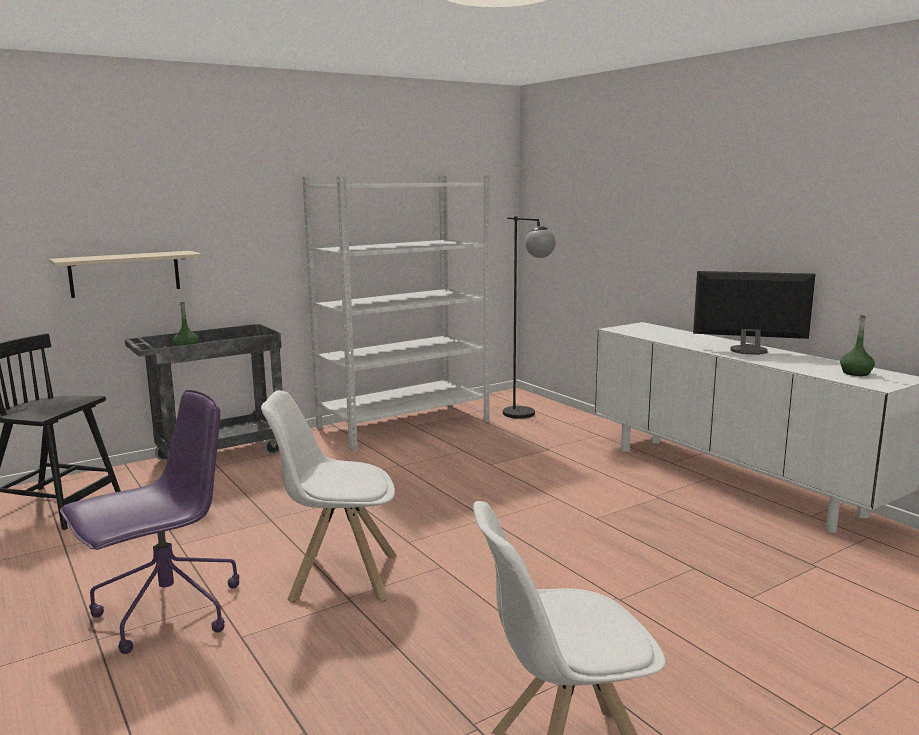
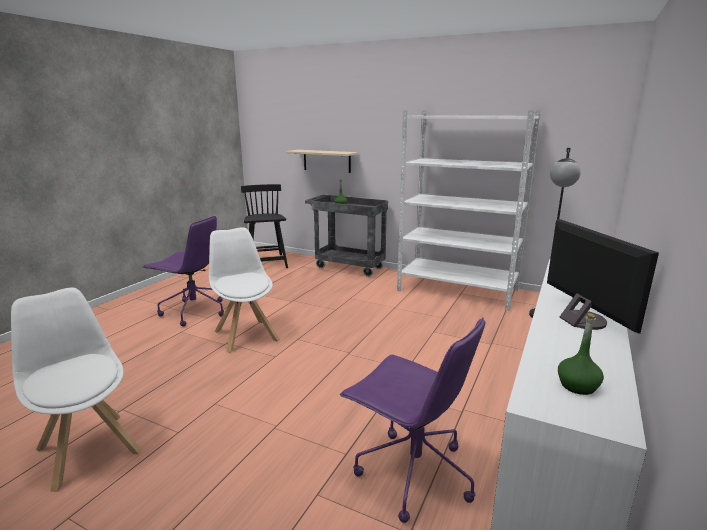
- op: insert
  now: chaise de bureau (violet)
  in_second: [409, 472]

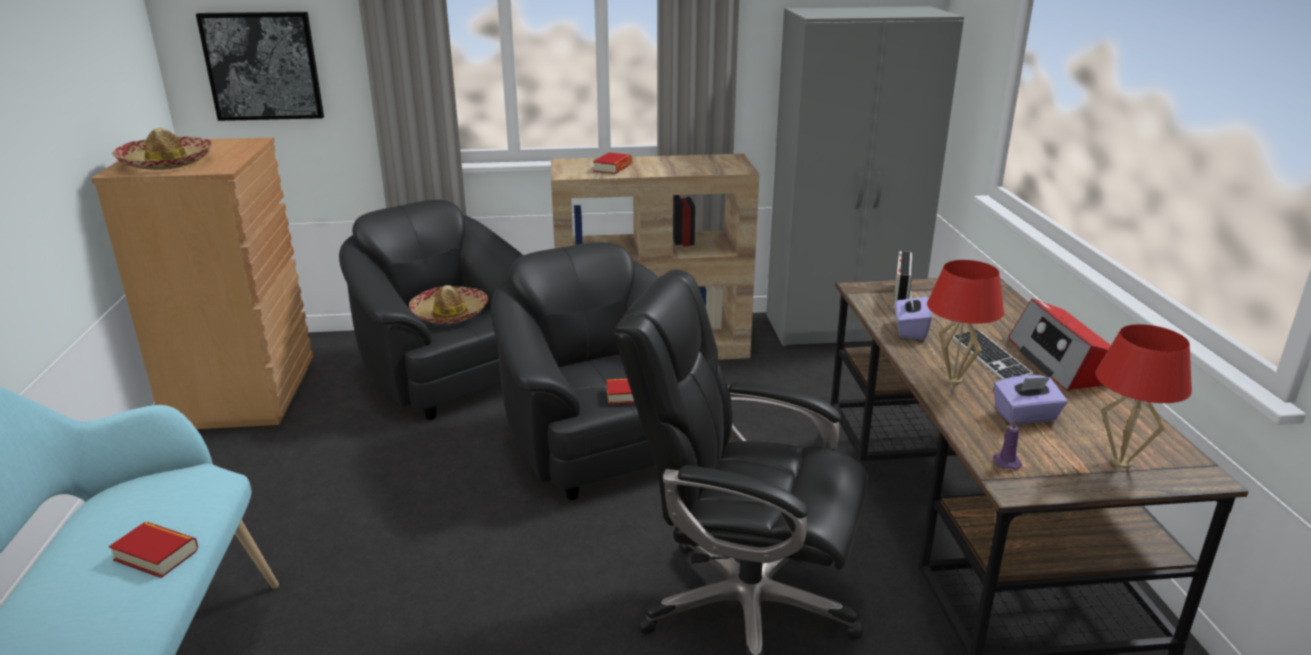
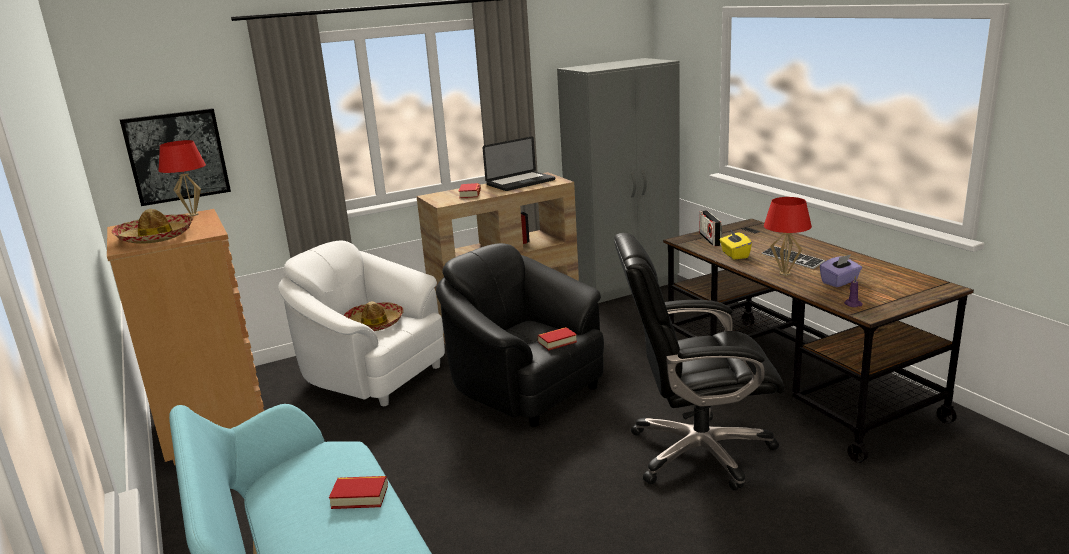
- op: recolor
  was: fauteuil (noir)
  now: fauteuil (blanc)
  in_first: [449, 375]
  in_second: [372, 375]
- op: recolor
  was: boîte à mouchoirs (violet)
  now: boîte à mouchoirs (jaune)
  in_first: [910, 330]
  in_second: [734, 255]
- op: delete
  was: radio
  in_first: [1059, 362]
- op: move
  was: lampe de table (rouge)
  in_first: [1121, 462]
  in_second: [193, 215]
- op: insert
  now: ordinateur portable
  in_second: [520, 182]

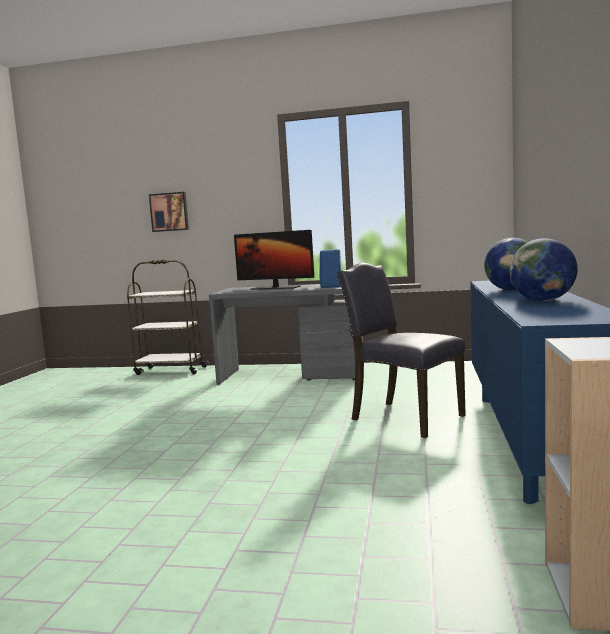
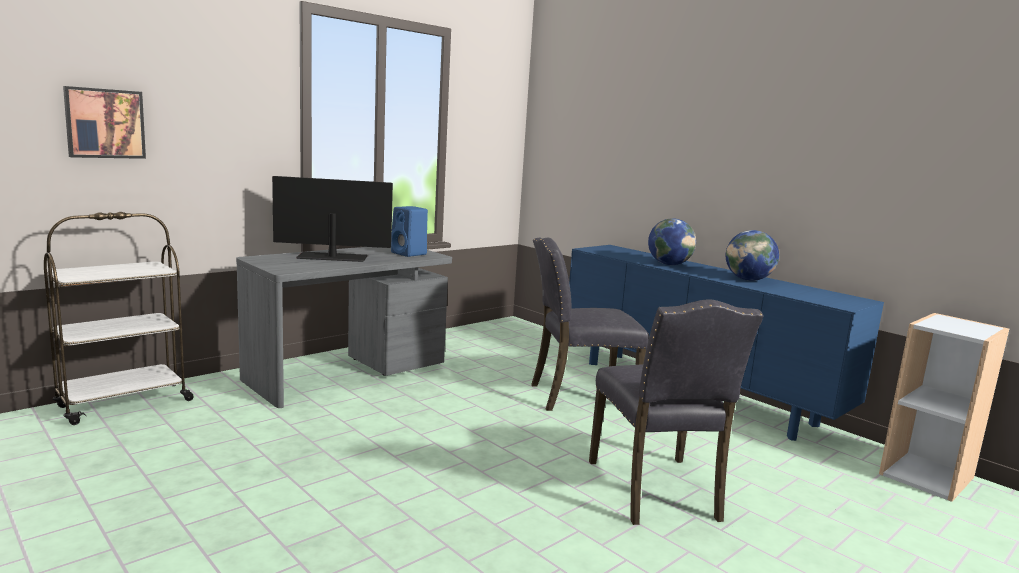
- op: rotate
  was: écran d'ordinateur
  in_first: [275, 288]
  in_second: [332, 257]
  clockwise: -150
- op: insert
  now: chaise (gris)
  in_second: [656, 491]

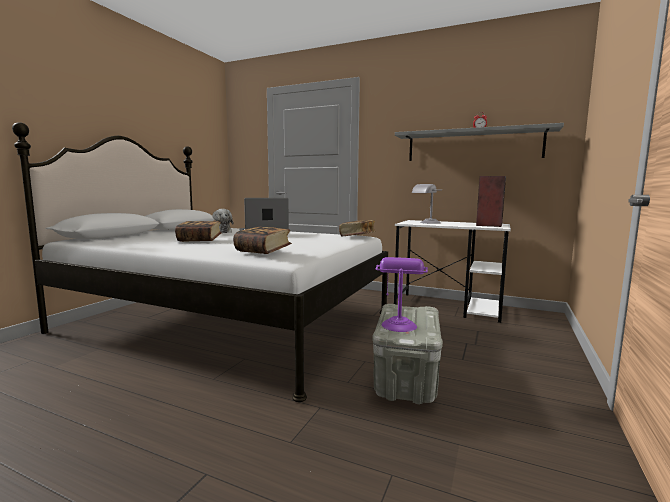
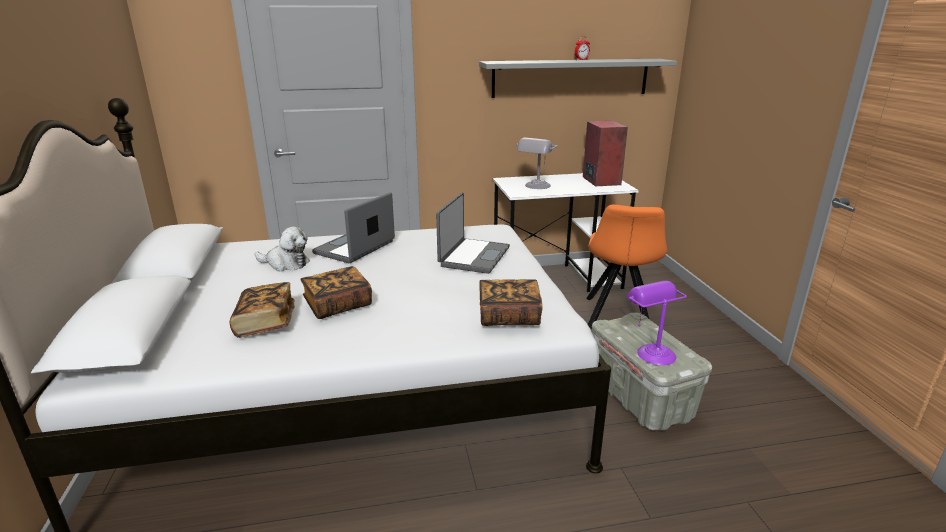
- op: move
  was: livre
  in_first: [357, 236]
  in_second: [265, 323]
- op: insert
  now: ordinateur portable
  in_second: [473, 256]
- op: insert
  now: chaise (orange)
  in_second: [618, 316]

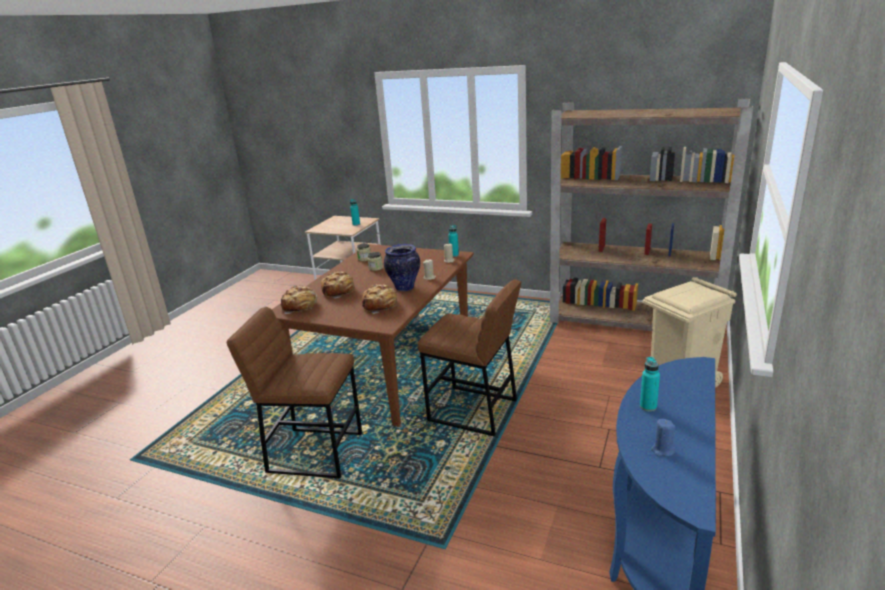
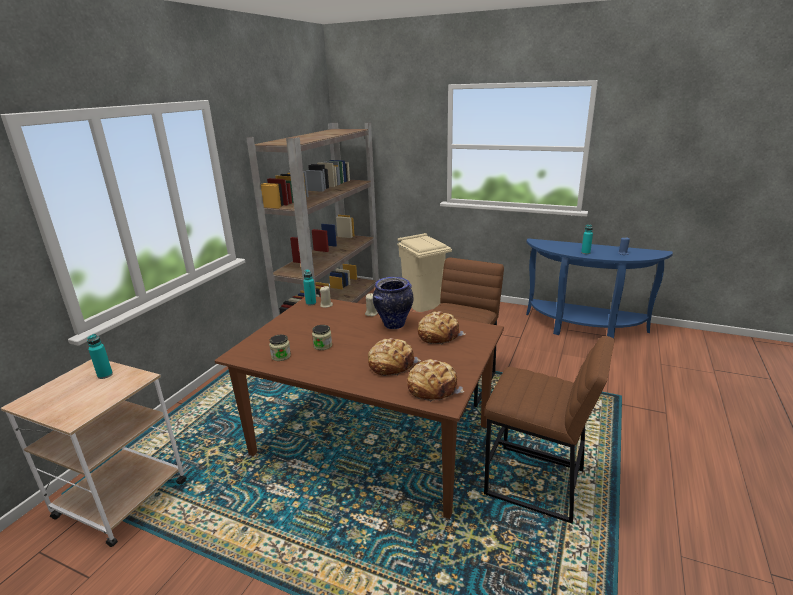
- op: rotate
  was: chaise (marron)
  in_first: [313, 452]
  in_second: [537, 483]
  clockwise: -75

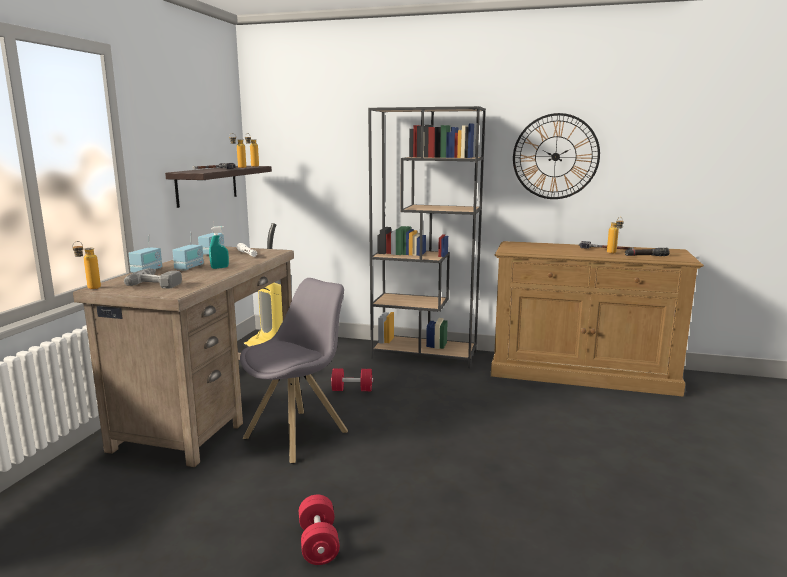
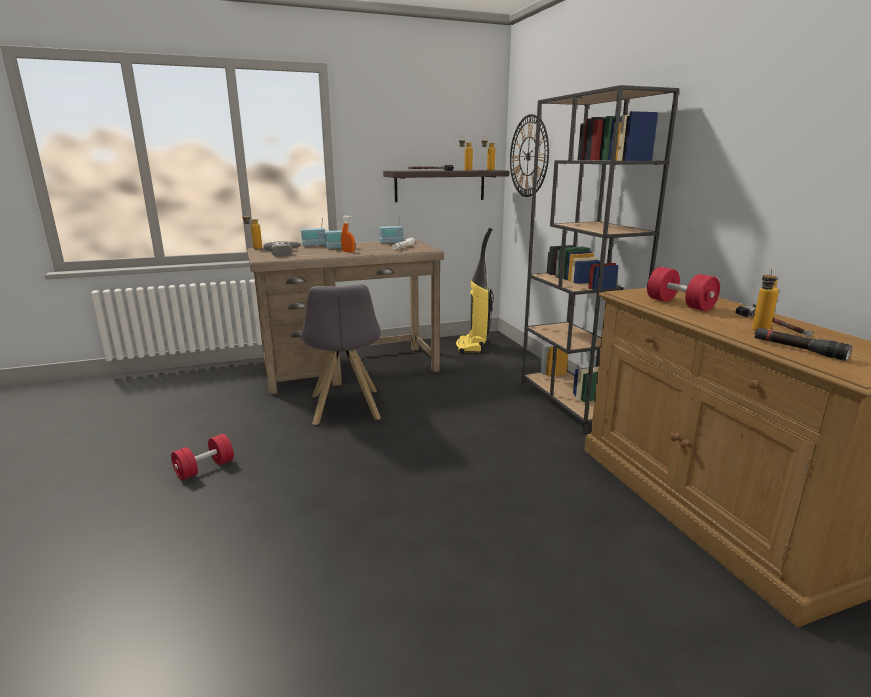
- op: recolor
  was: vaporisateur (turquoise)
  now: vaporisateur (orange)
  in_first: [220, 268]
  in_second: [348, 252]
- op: rotate
  was: chaise (gris)
  in_first: [297, 435]
  in_second: [345, 407]
  clockwise: 75
- op: move
  was: haltère (rouge)
  in_first: [352, 390]
  in_second: [680, 304]
- op: move
  was: horloge murale
  in_first: [555, 156]
  in_second: [528, 156]

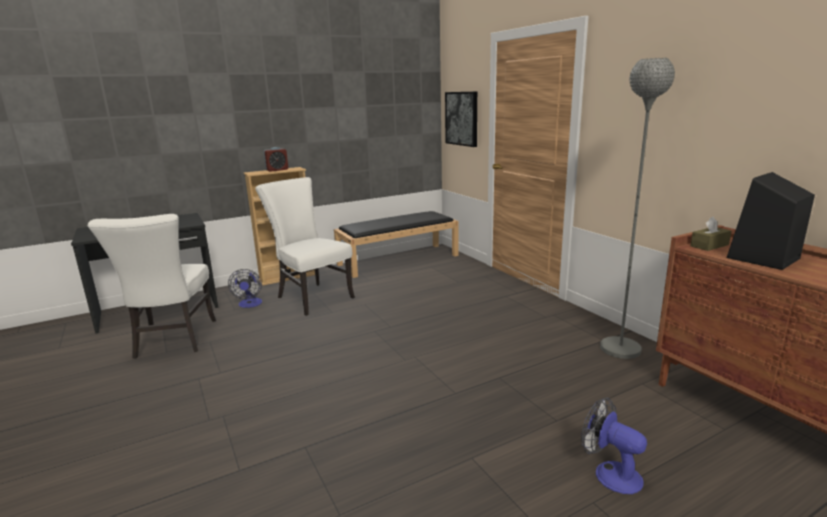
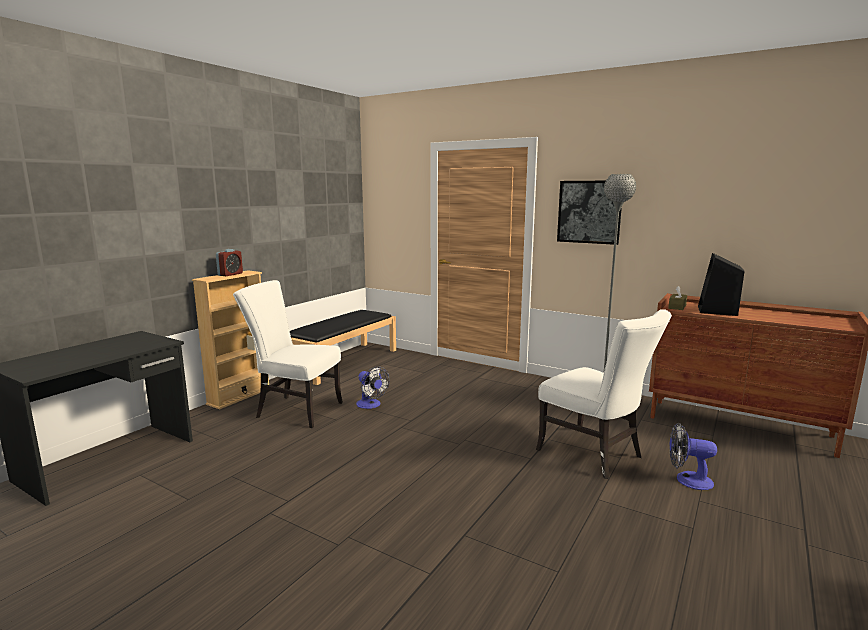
- op: move
  was: chaise (blanc)
  in_first: [173, 341]
  in_second: [595, 454]
- op: move
  was: ventilateur
  in_first: [249, 304]
  in_second: [371, 405]
- op: move
  was: tableau
  in_first: [462, 118]
  in_second: [589, 212]

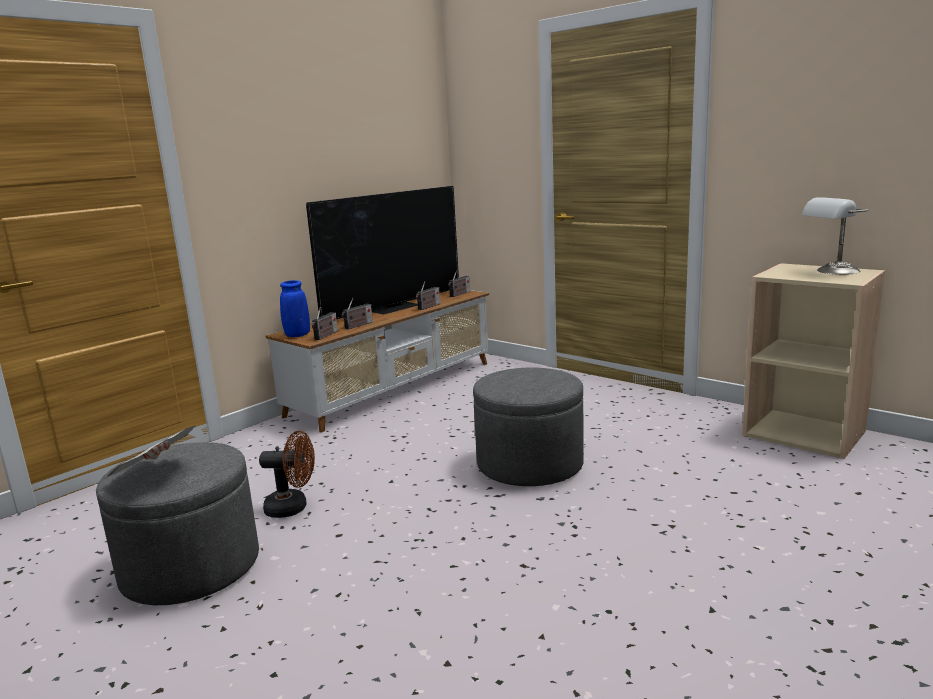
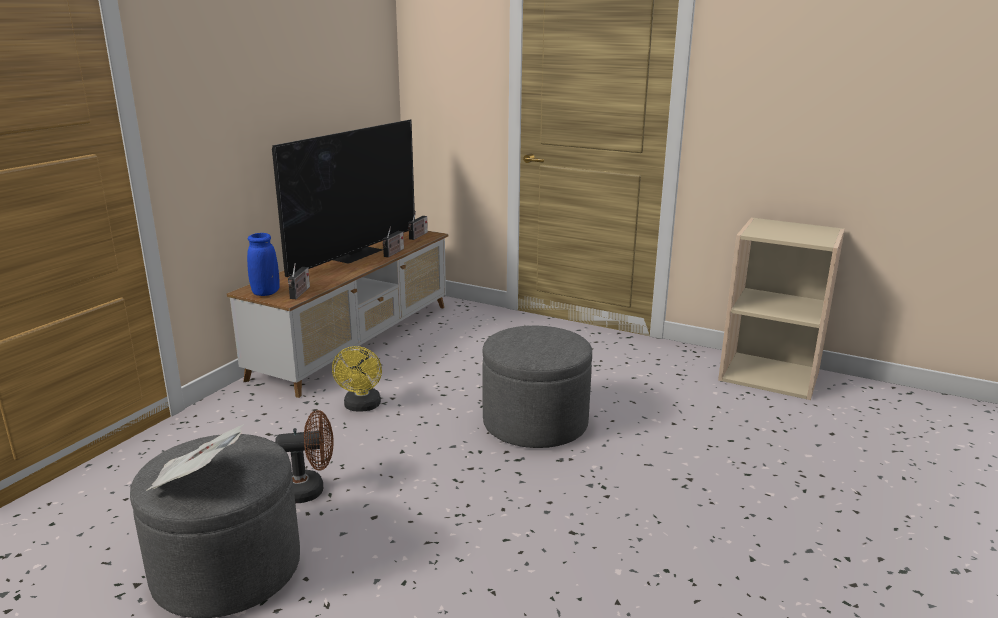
- op: delete
  was: radio
  in_first: [358, 326]
- op: delete
  was: lampe de table (blanc)
  in_first: [832, 272]
- op: insert
  now: ventilateur (jaune)
  in_second: [362, 407]

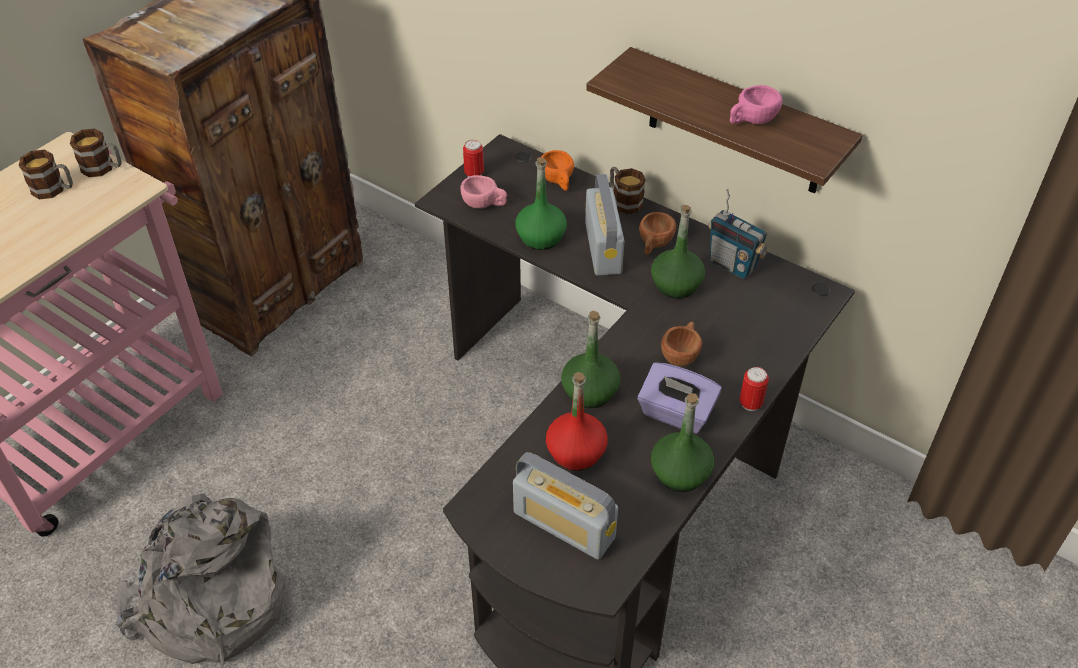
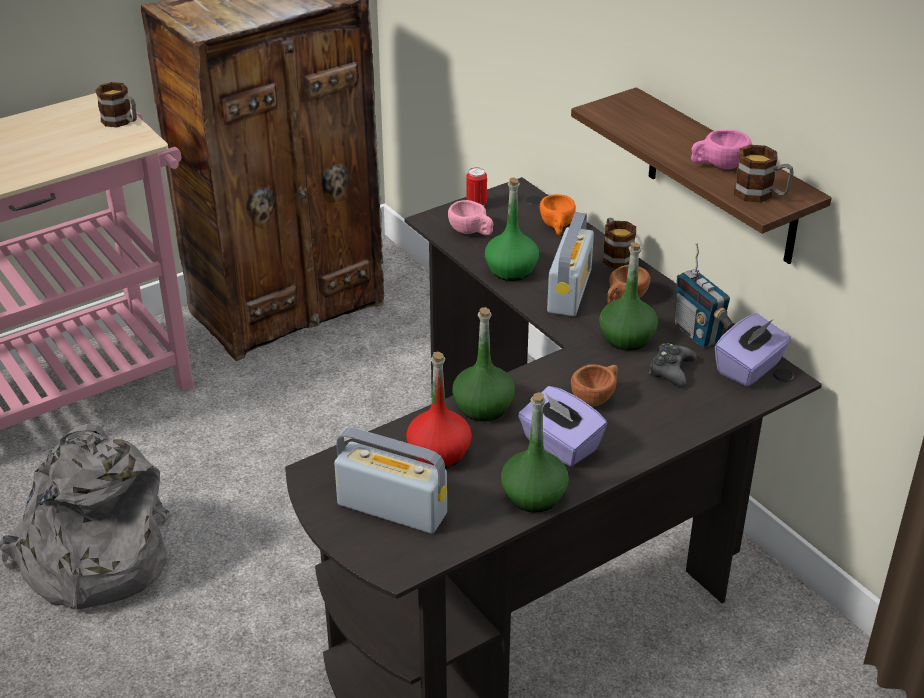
- op: move
  was: mug
  in_first: [54, 190]
  in_second: [761, 195]
- op: rotate
  was: radio
  in_first: [564, 525]
  in_second: [391, 509]
  clockwise: 150
- op: delete
  was: boîte métallique
  in_first: [750, 403]
- op: insert
  now: manette (noir)
  in_second: [671, 370]
- op: insert
  now: boîte à mouchoirs (violet)
  in_second: [749, 368]

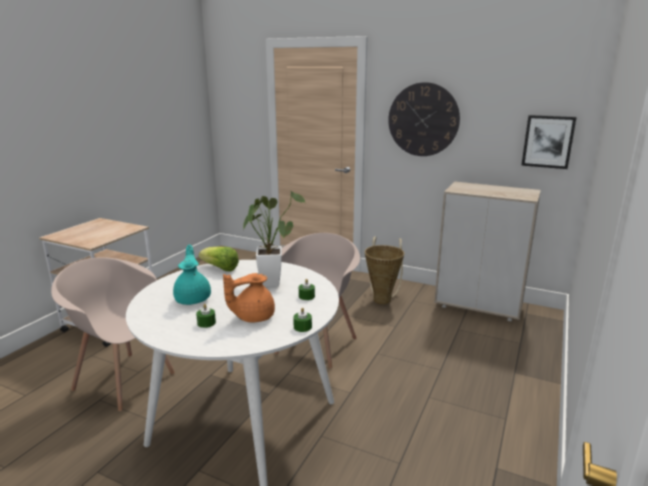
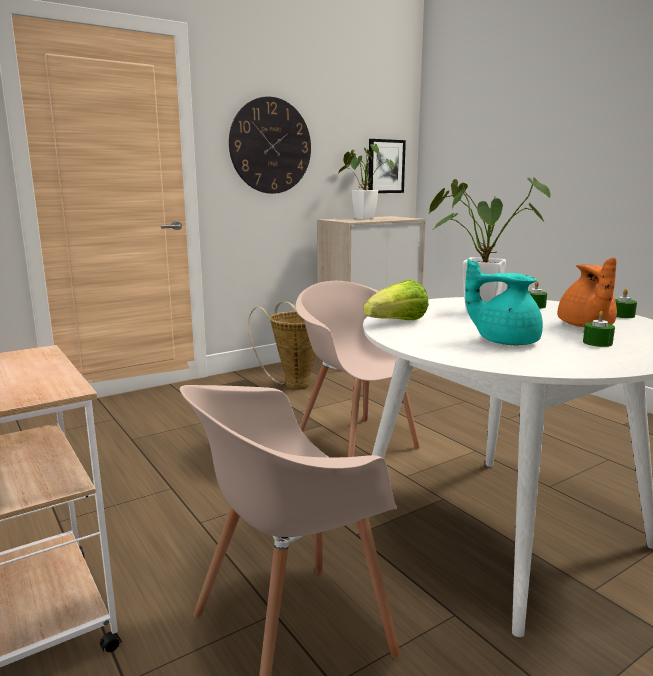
- op: insert
  now: plante en pot
  in_second: [361, 218]

